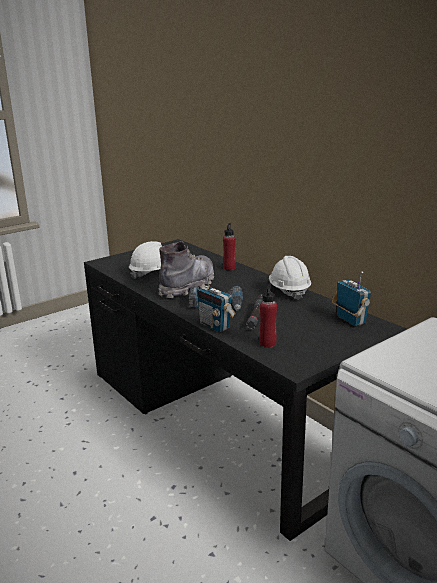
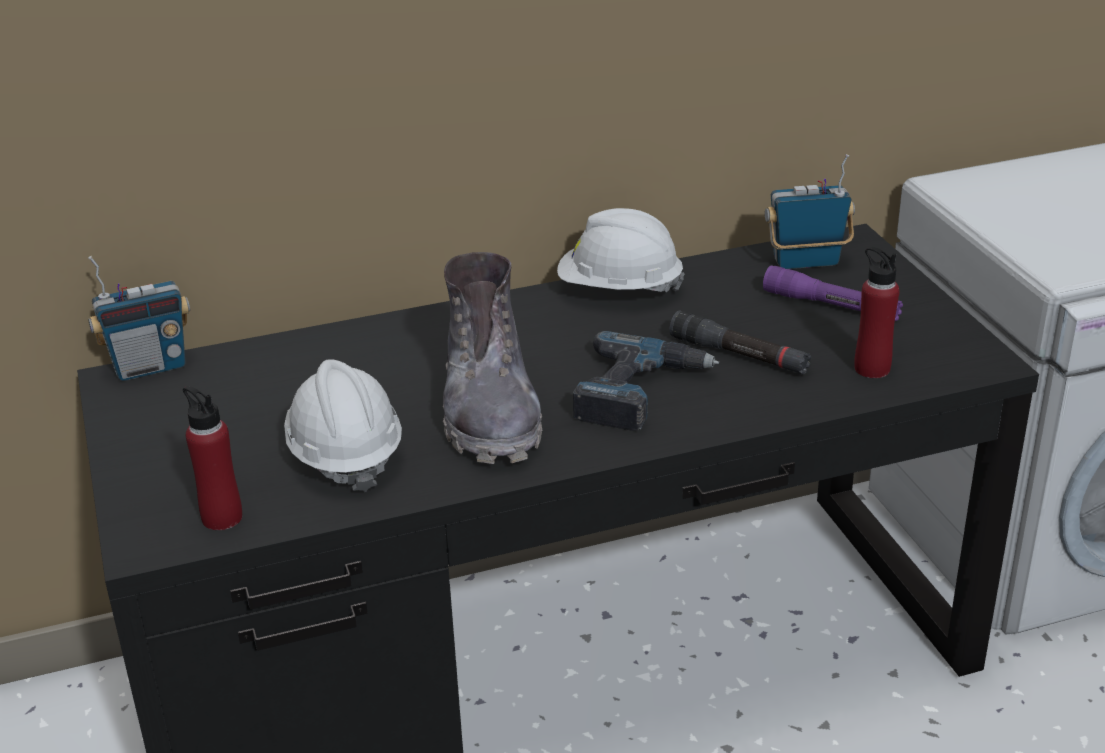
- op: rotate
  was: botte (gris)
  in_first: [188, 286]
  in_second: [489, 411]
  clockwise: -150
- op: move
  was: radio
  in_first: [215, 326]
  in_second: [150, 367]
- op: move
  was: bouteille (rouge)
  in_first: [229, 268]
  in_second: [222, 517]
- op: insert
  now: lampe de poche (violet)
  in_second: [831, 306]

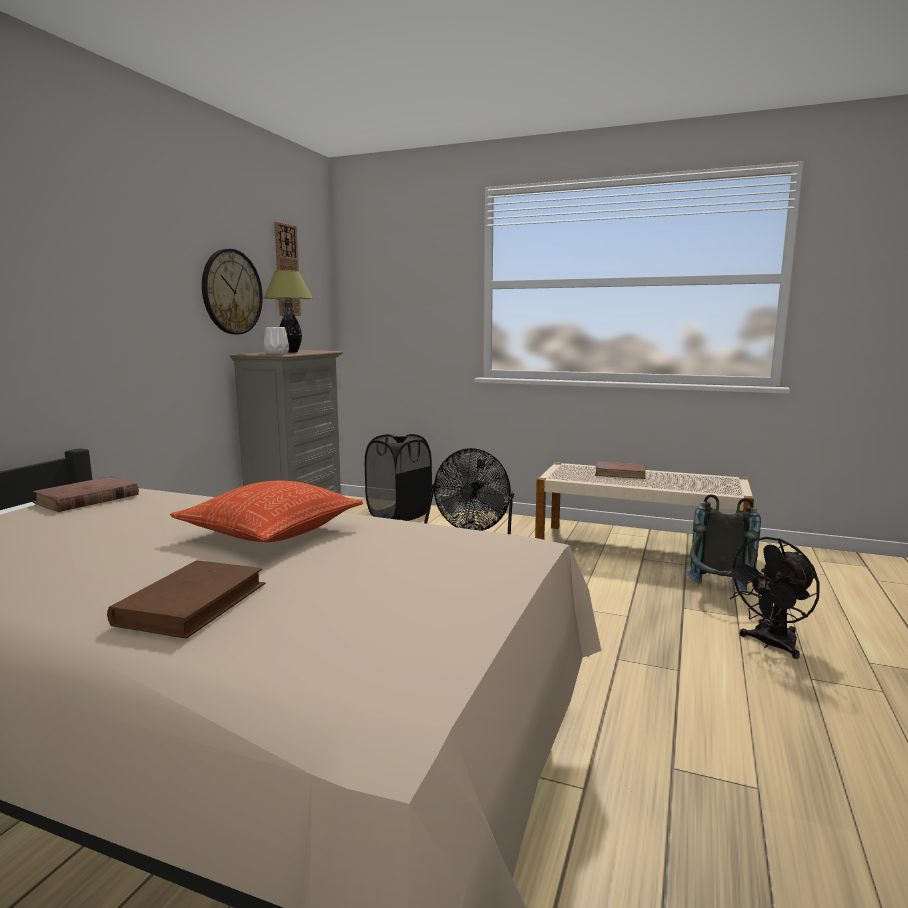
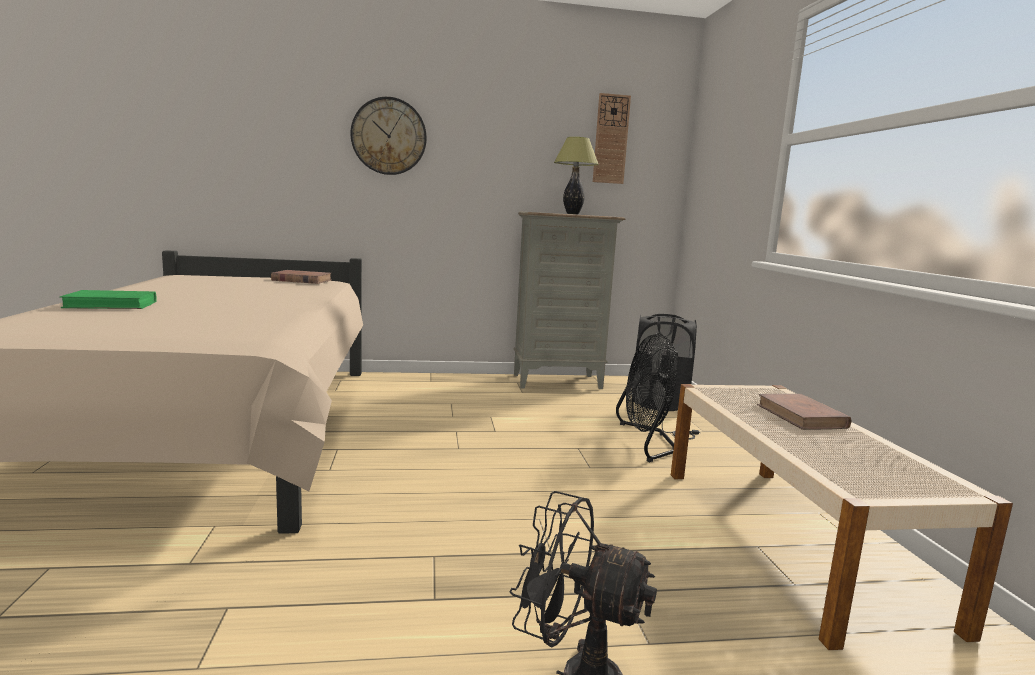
- op: recolor
  was: livre (marron)
  now: livre (vert)
  in_first: [192, 604]
  in_second: [111, 305]
- op: delete
  was: coussin (orange)
  in_first: [272, 532]
- op: move
  was: horloge murale
  in_first: [232, 292]
  in_second: [389, 136]
- op: delete
  was: vase (blanc)
  in_first: [276, 353]
- op: delete
  was: sac à dos (gris)
  in_first: [719, 594]

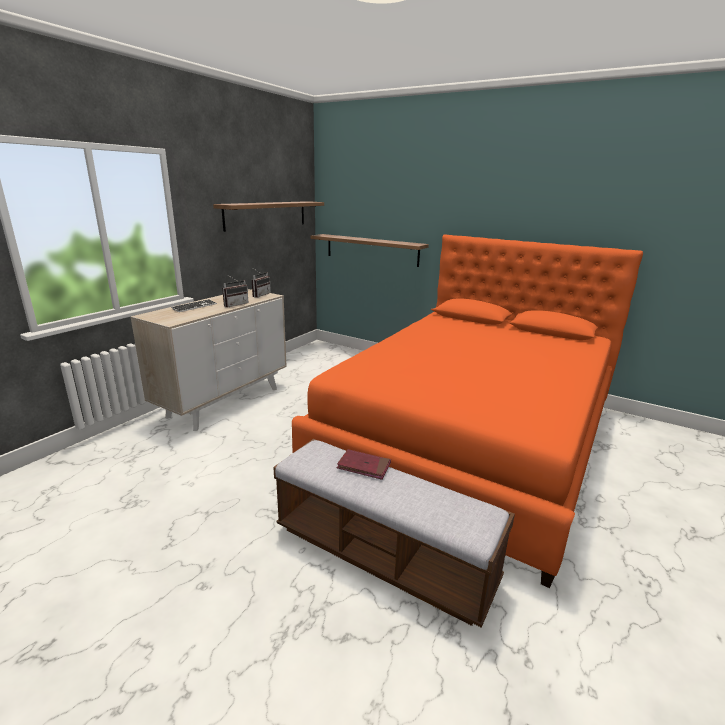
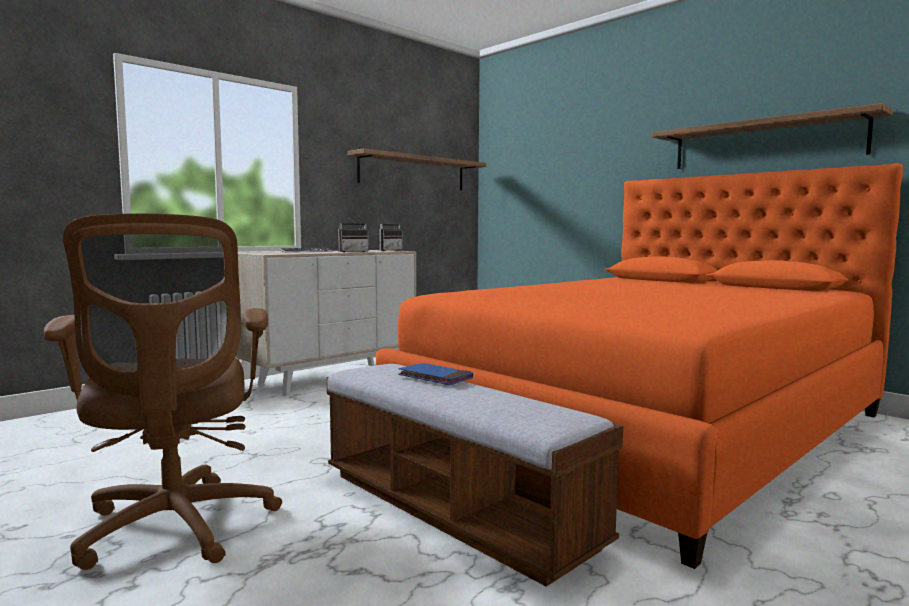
- op: move
  was: étagère
  in_first: [371, 250]
  in_second: [765, 143]
- op: recolor
  was: livre (rouge)
  now: livre (bleu)
  in_first: [364, 466]
  in_second: [435, 377]
- op: insert
  now: chaise de bureau (marron)
  in_second: [175, 519]

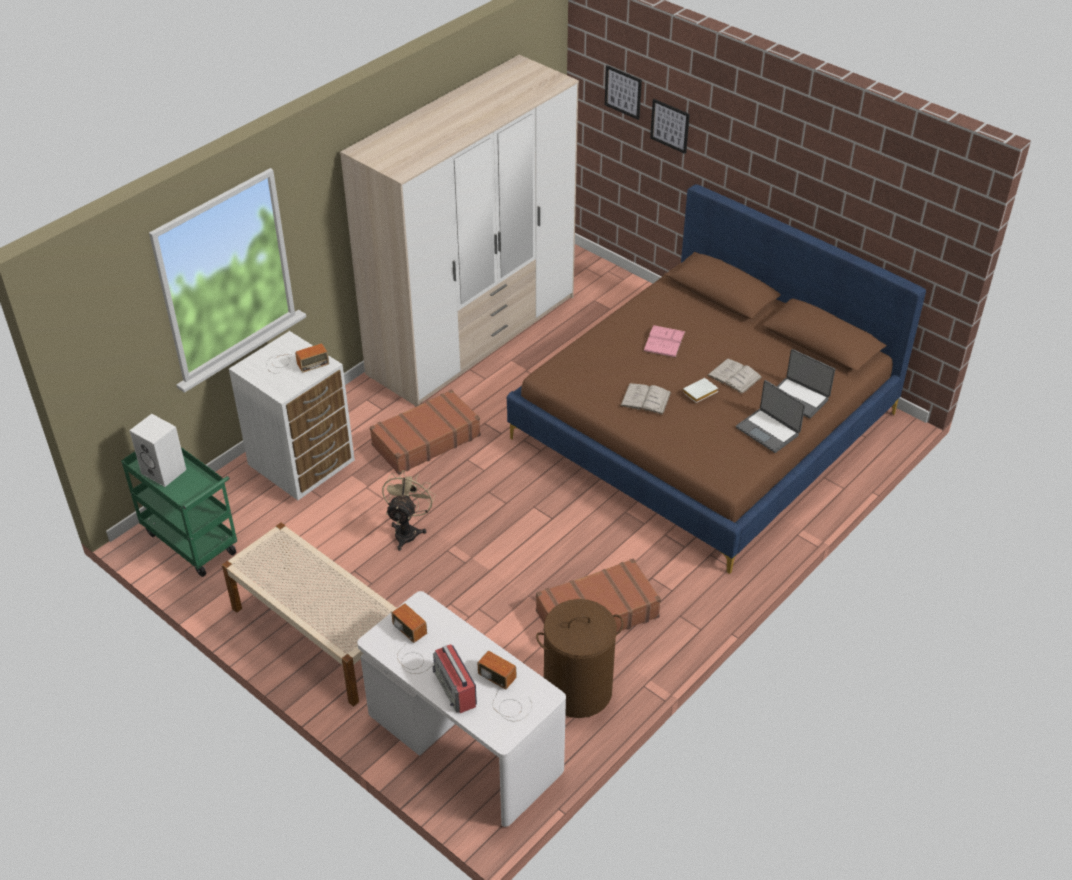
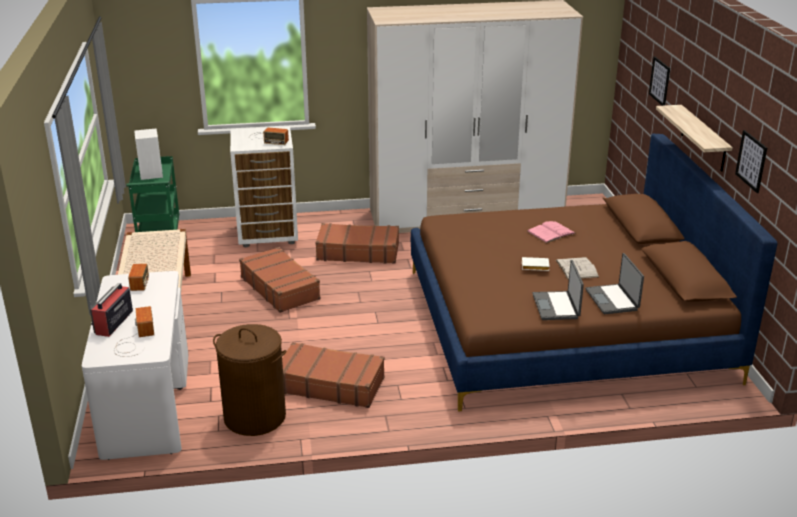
- op: replace
  was: ventilateur (beige)
  now: valise (marron)
  in_first: [408, 531]
  in_second: [280, 288]
- op: move
  was: tableau
  in_first: [623, 92]
  in_second: [751, 161]
- op: delete
  was: livre (blanc)
  in_first: [645, 399]
- op: insert
  now: étagère
  in_second: [703, 138]

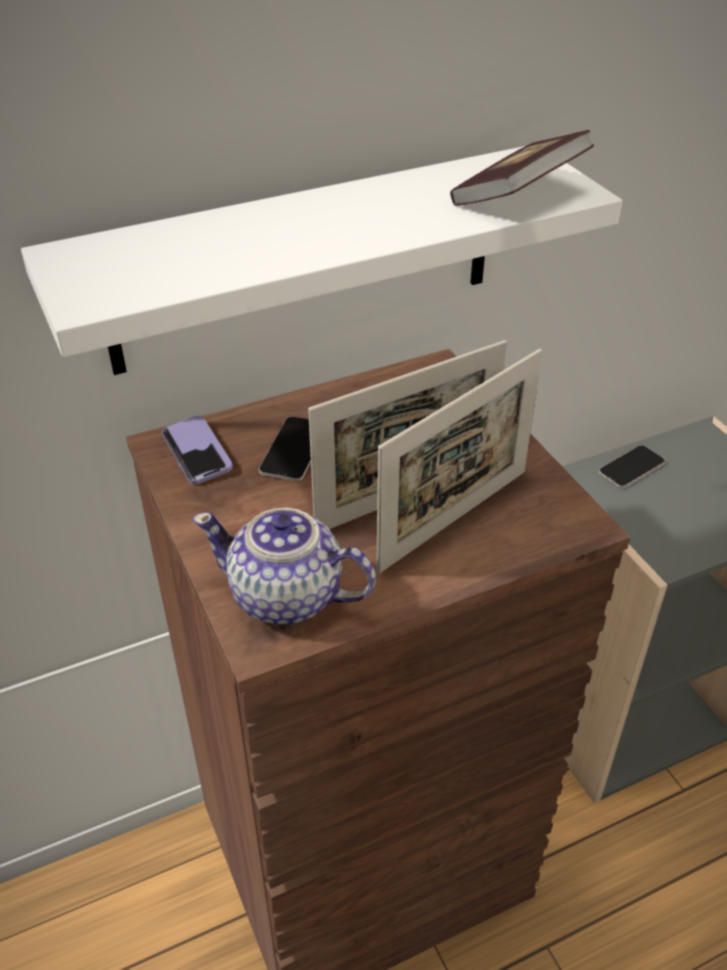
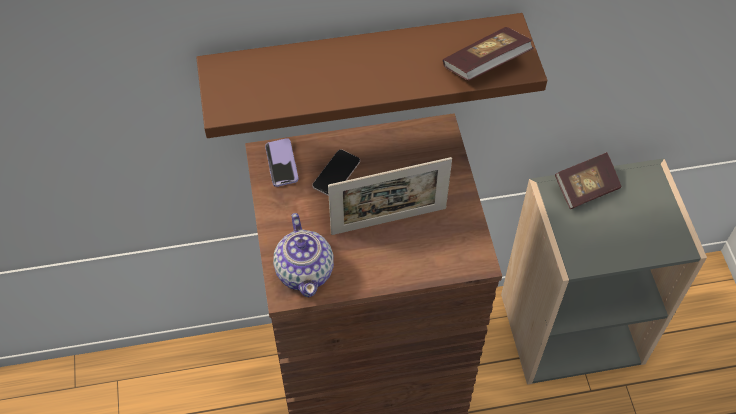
- op: recolor
  was: étagère (blanc)
  now: étagère (marron)
  in_first: [305, 260]
  in_second: [362, 64]
- op: rotate
  was: théière
  in_first: [287, 597]
  in_second: [305, 271]
  clockwise: -135
- op: delete
  was: cadre photo
  in_first: [454, 519]
- op: replace
  was: téléphone
  now: livre
  in_first: [631, 467]
  in_second: [585, 188]

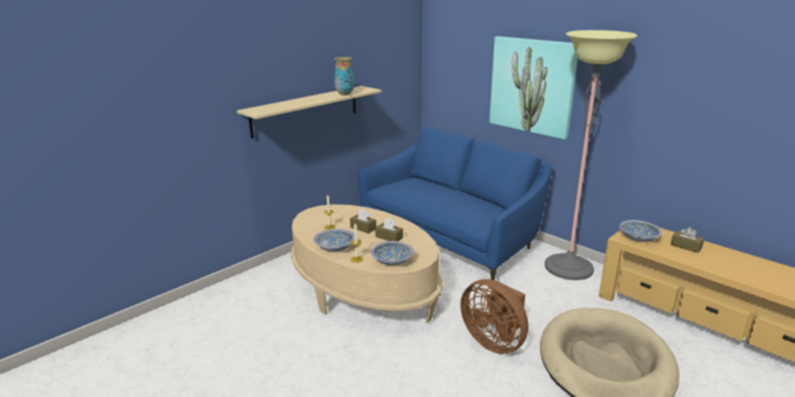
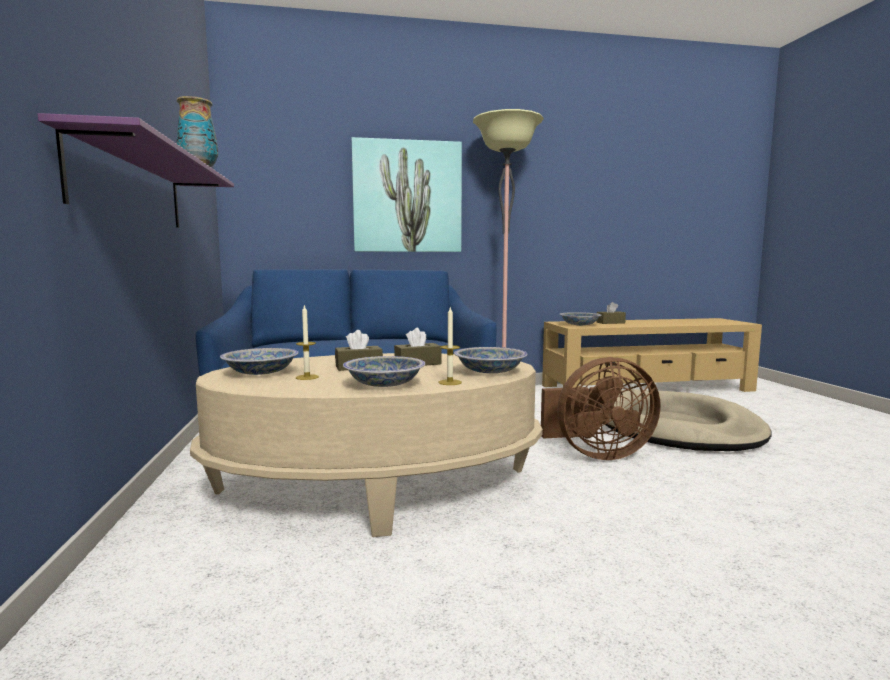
- op: recolor
  was: étagère (beige)
  now: étagère (violet)
  in_first: [306, 111]
  in_second: [131, 188]
- op: insert
  now: bol
  in_second: [261, 373]

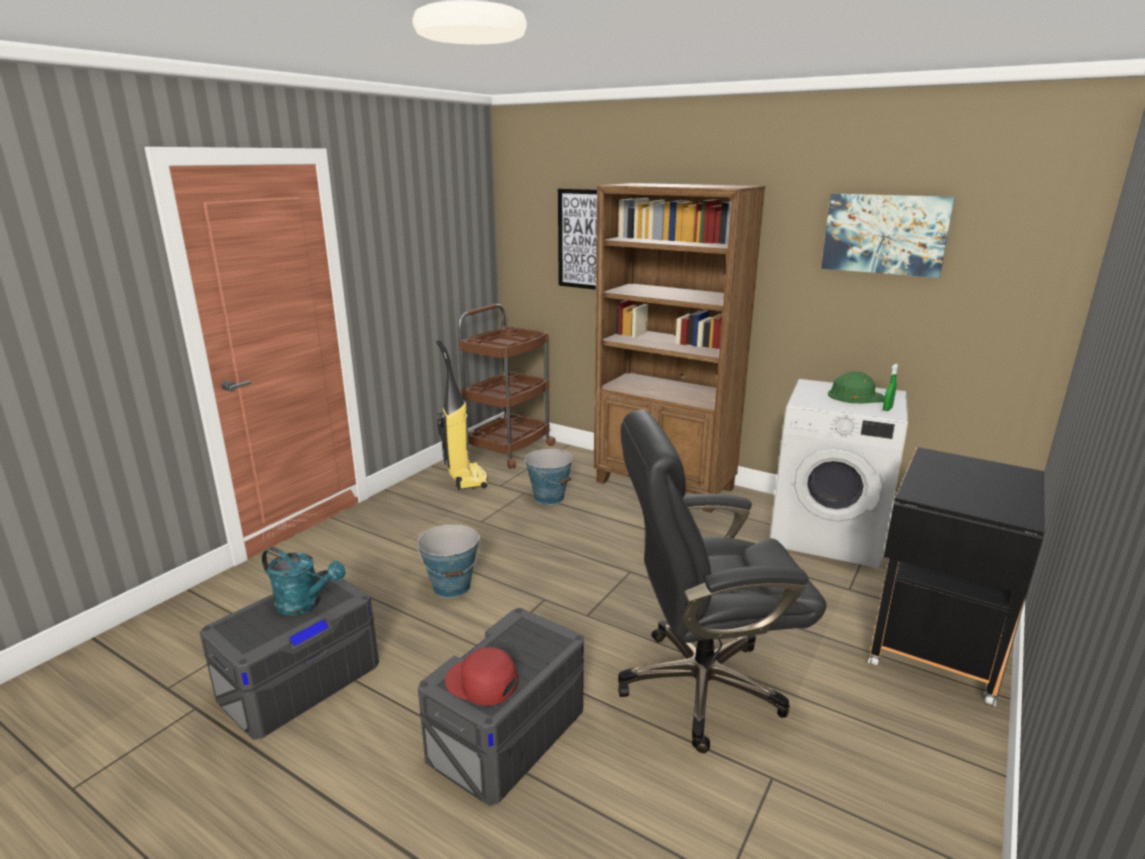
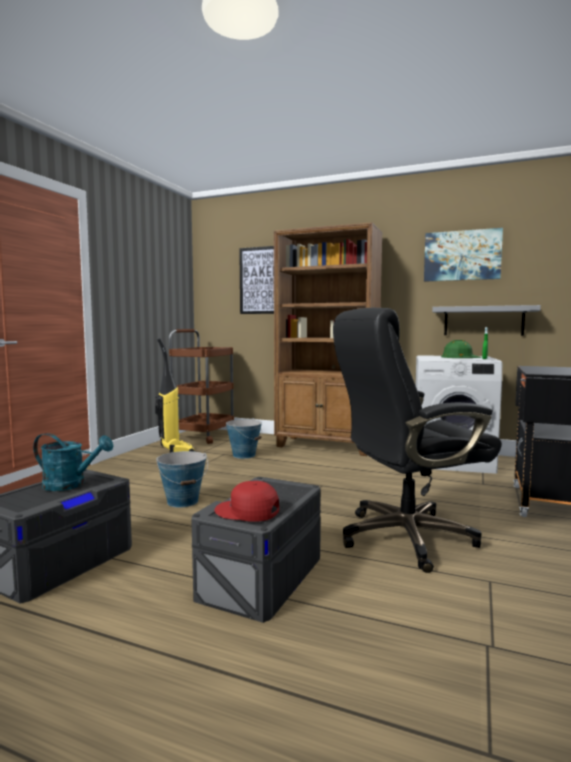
- op: insert
  now: étagère (gris)
  in_second: [483, 321]

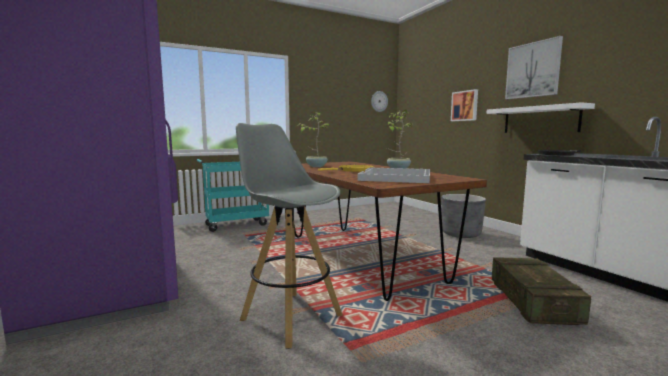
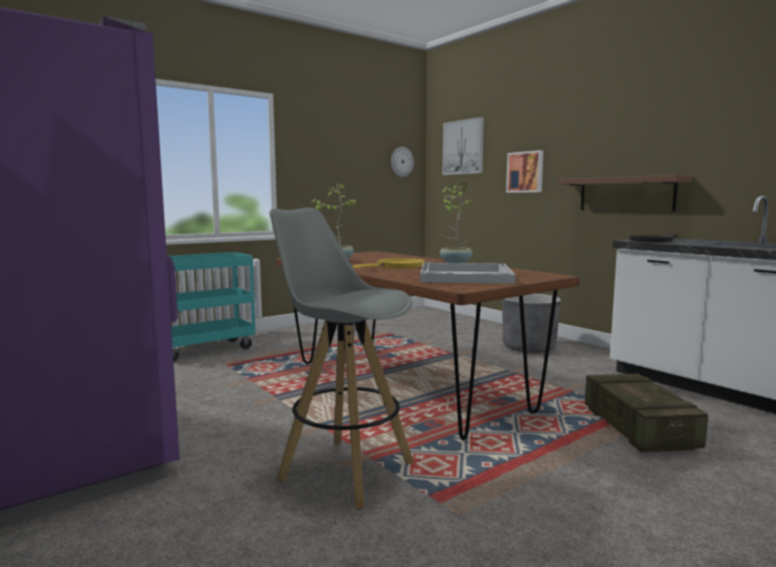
- op: recolor
  was: étagère (blanc)
  now: étagère (marron)
  in_first: [540, 119]
  in_second: [626, 194]
- op: move
  was: tableau
  in_first: [533, 70]
  in_second: [463, 147]

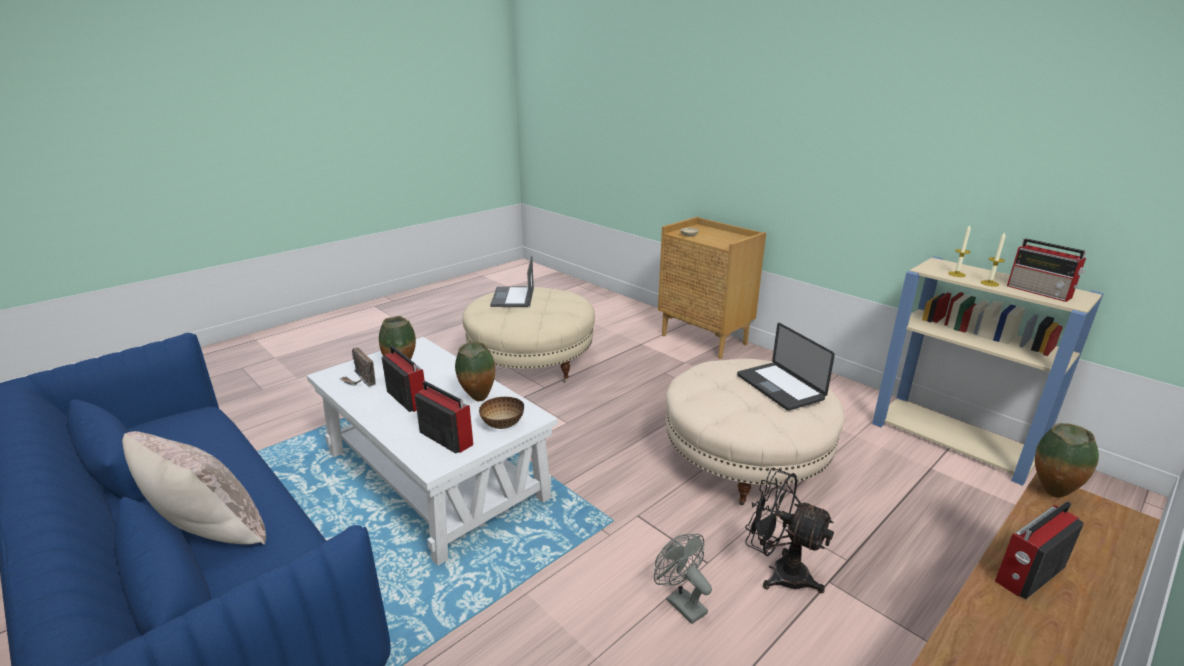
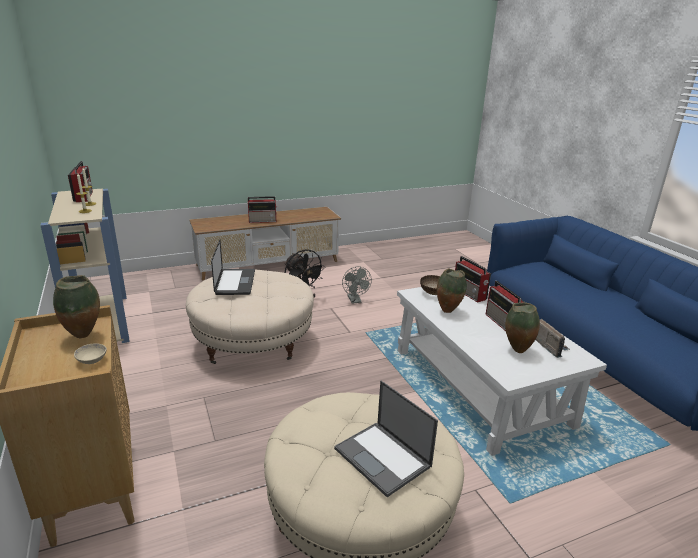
- op: delete
  was: coussin (beige)
  in_first: [209, 534]
- op: rotate
  was: ordinateur portable
  in_first: [513, 297]
  in_second: [383, 458]
  clockwise: 120
- op: move
  was: vase
  in_first: [1051, 494]
  in_second: [85, 336]

